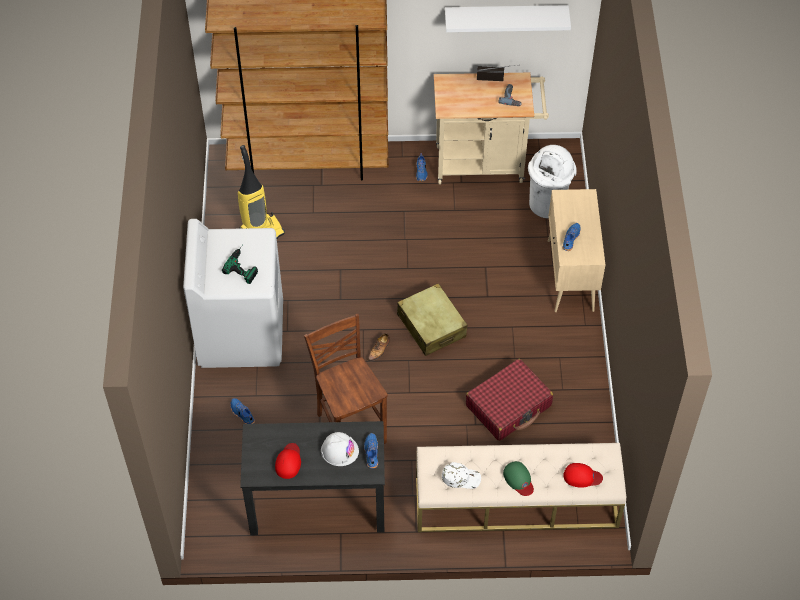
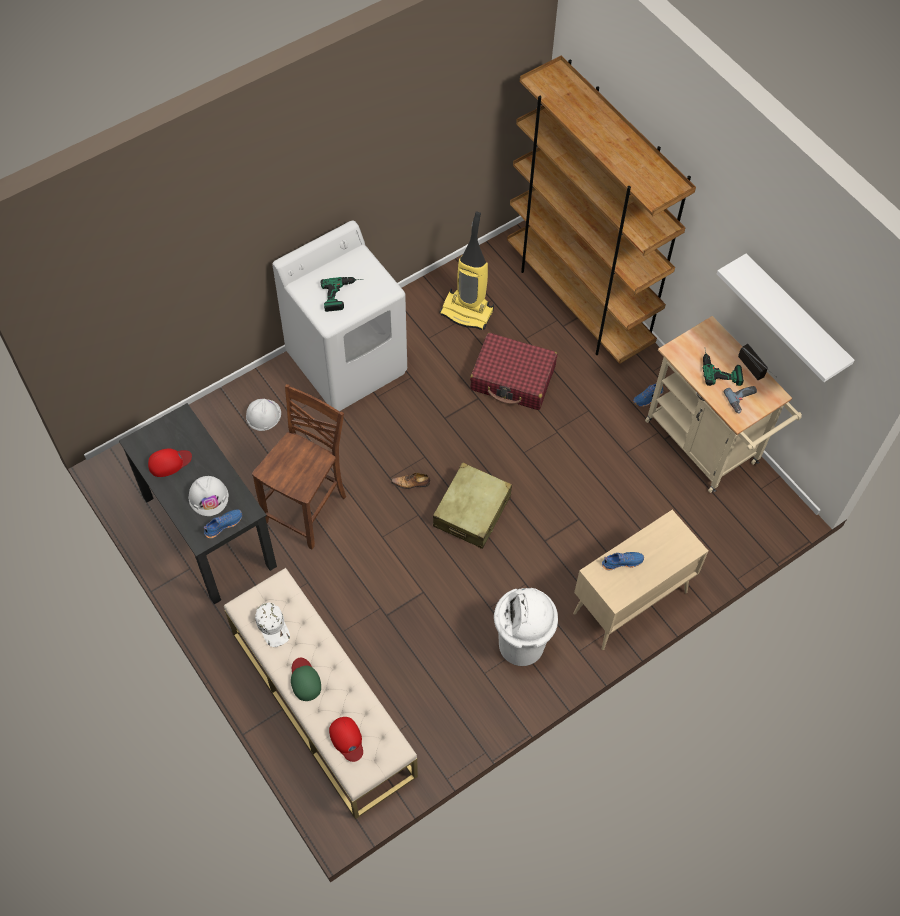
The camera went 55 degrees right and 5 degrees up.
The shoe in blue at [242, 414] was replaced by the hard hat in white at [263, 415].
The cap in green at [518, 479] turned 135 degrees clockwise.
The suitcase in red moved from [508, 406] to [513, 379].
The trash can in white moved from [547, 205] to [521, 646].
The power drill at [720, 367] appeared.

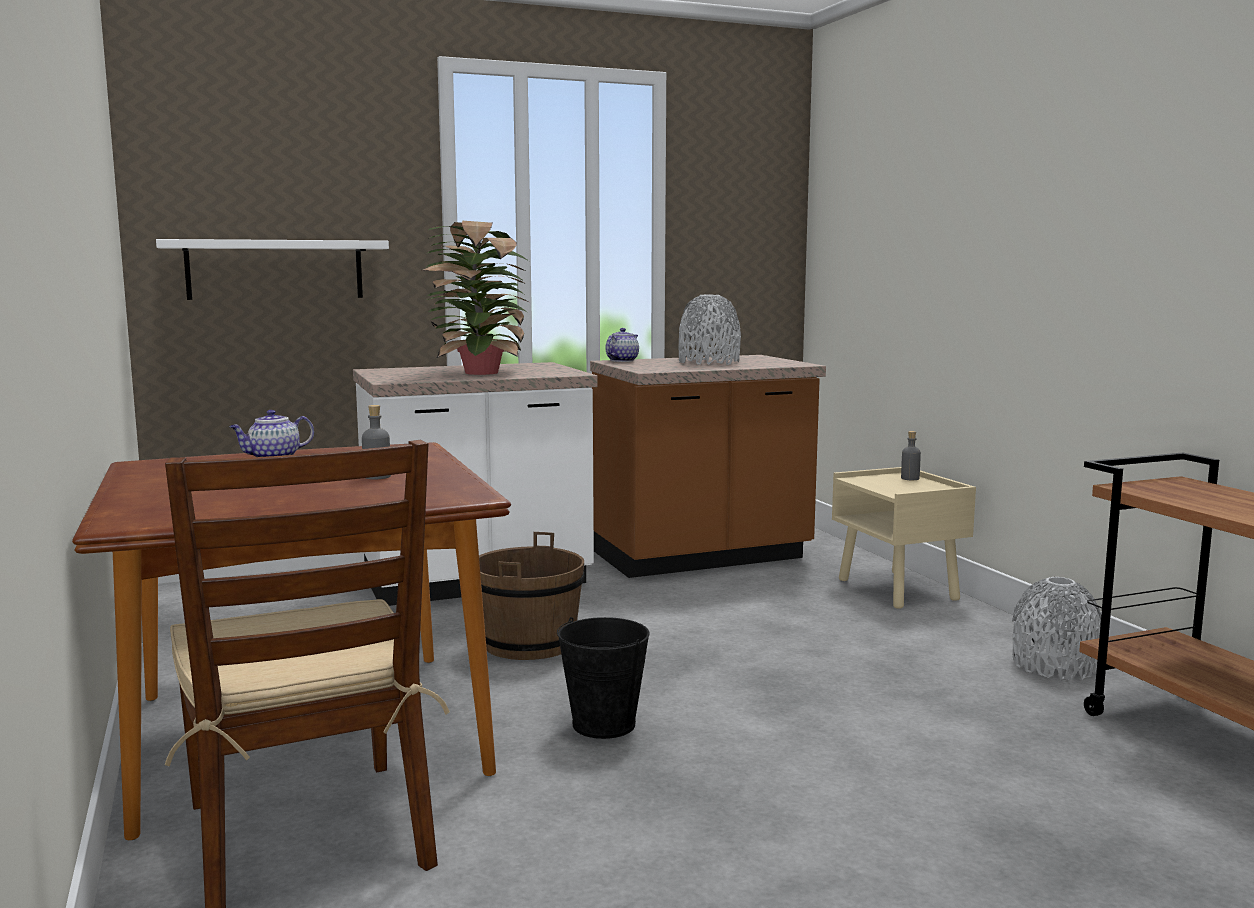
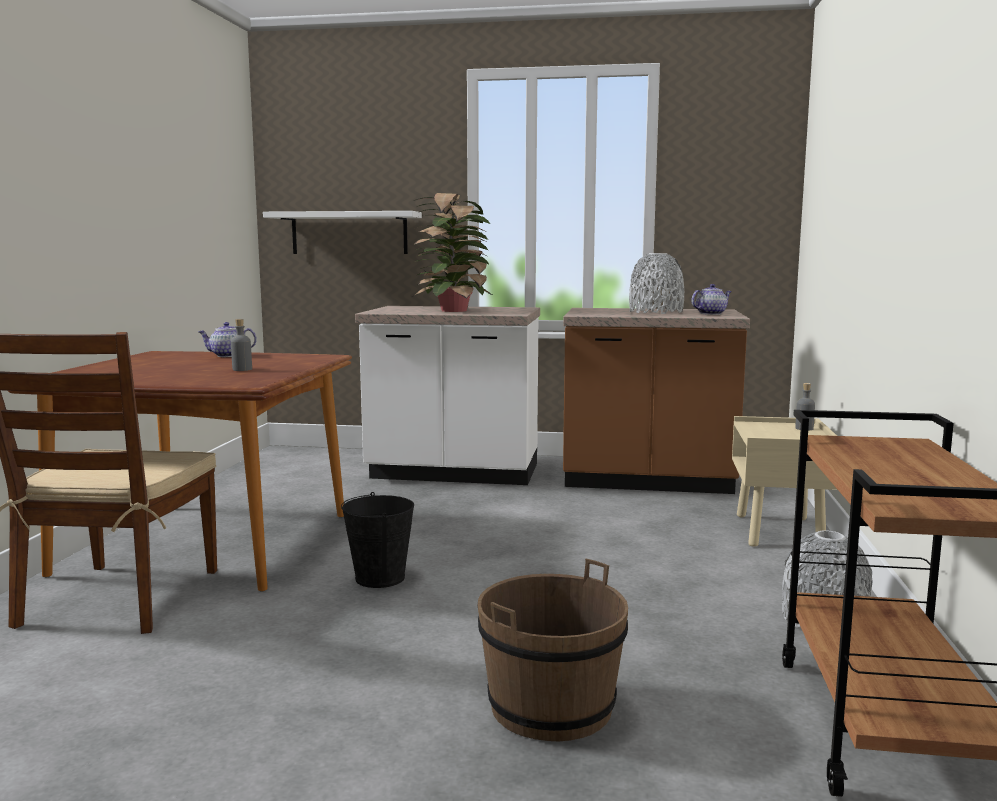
The camera went 30 degrees right and 0 degrees up.
The bucket in brown moved from [529, 643] to [551, 707].
The teapot moved from [622, 361] to [711, 314].

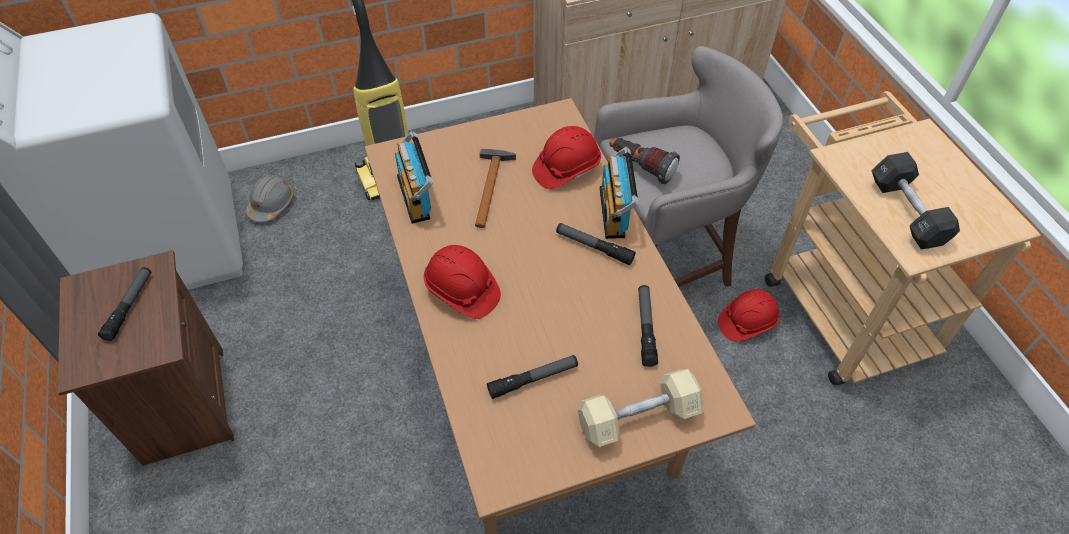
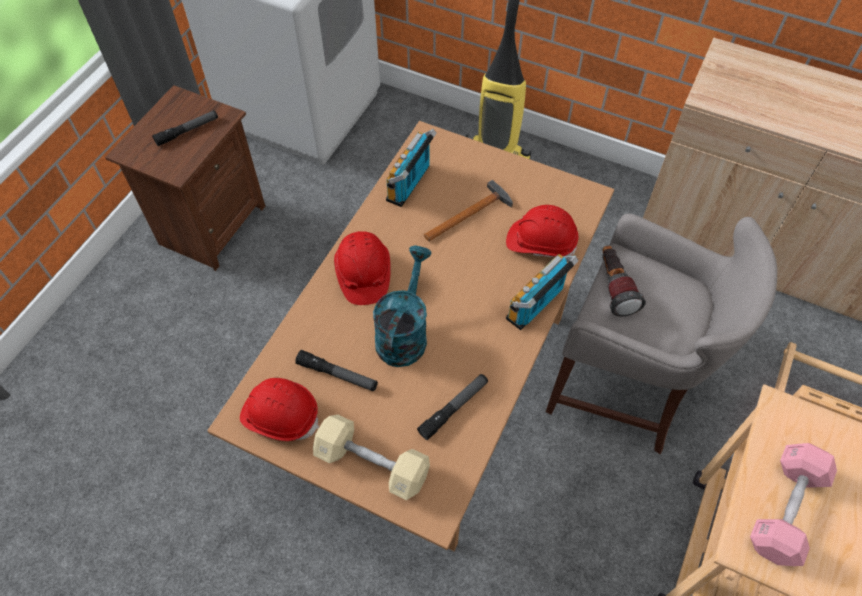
The camera went 45 degrees right and 5 degrees up.
The hard hat in red moved from [747, 322] to [280, 415].
The watering can in turquoise at [403, 332] appeared.
The dumbbell in black at [907, 212] became the dumbbell in pink at [785, 509].
The hard hat in grey at [271, 204] disappeared.
The flashlight at [594, 247] disappeared.

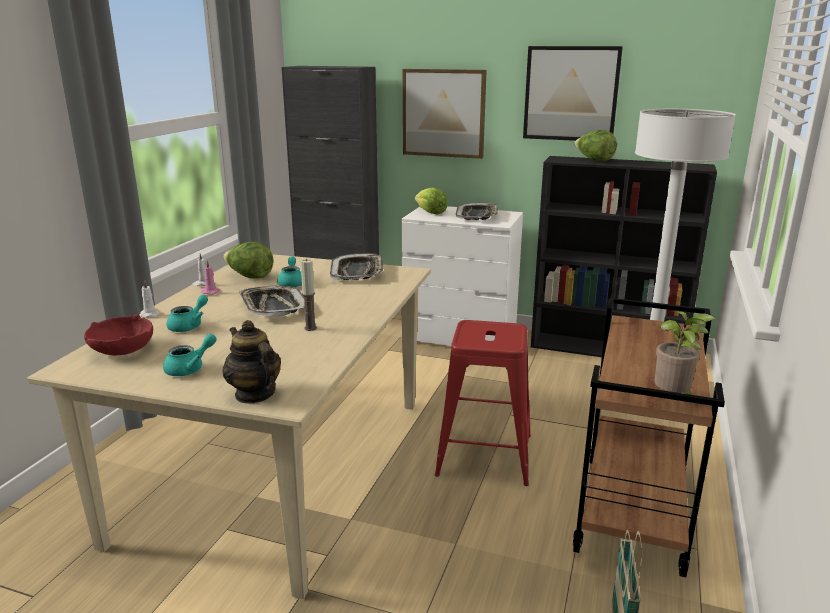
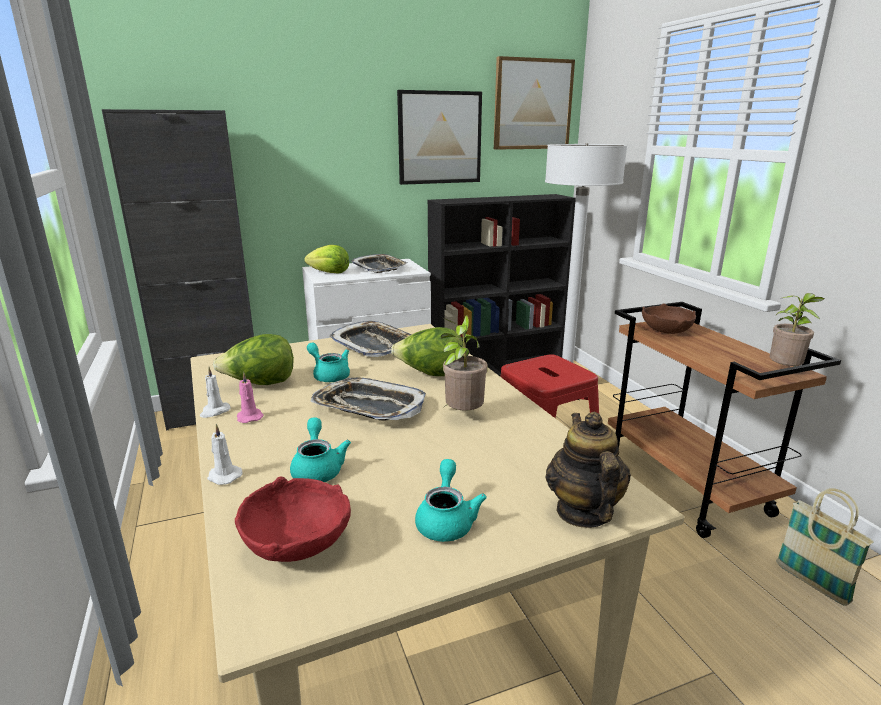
The camera went 40 degrees left and 0 degrees up.
The lettuce moved from [594, 160] to [430, 374].
The candle at [310, 328] was replaced by the potted plant at [462, 415].
The picture moved from [444, 113] to [532, 104].
The teapot at [254, 394] turned 75 degrees clockwise.
The bowl in brown at [666, 330] appeared.

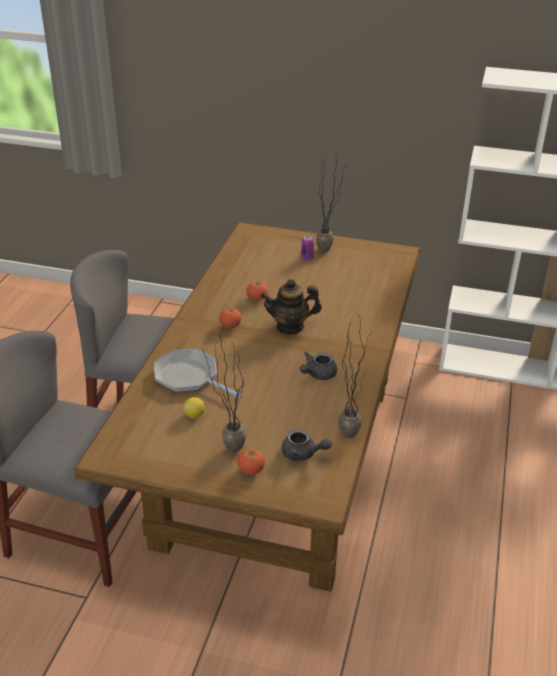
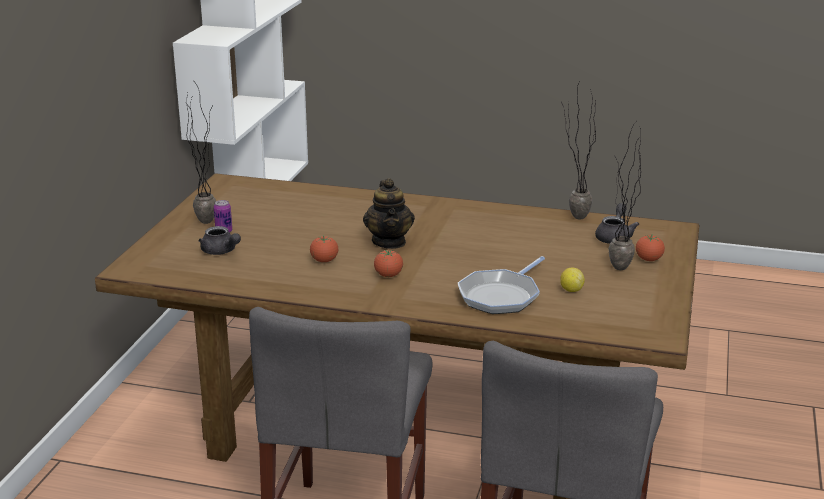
The camera went 90 degrees left and 10 degrees down.
The teapot in grey moved from [317, 374] to [221, 252].

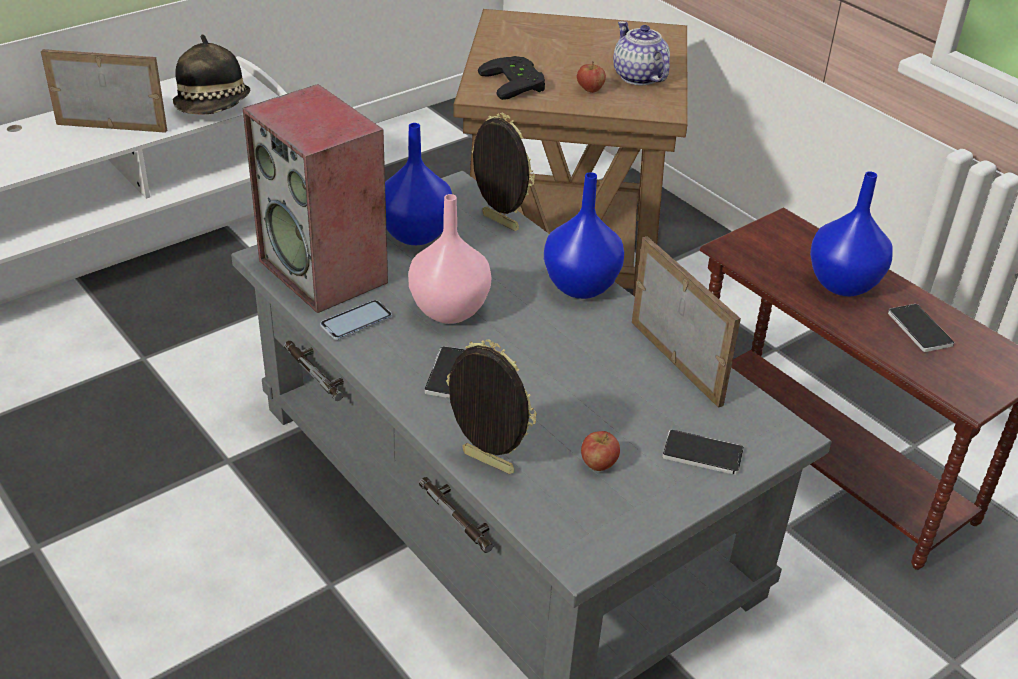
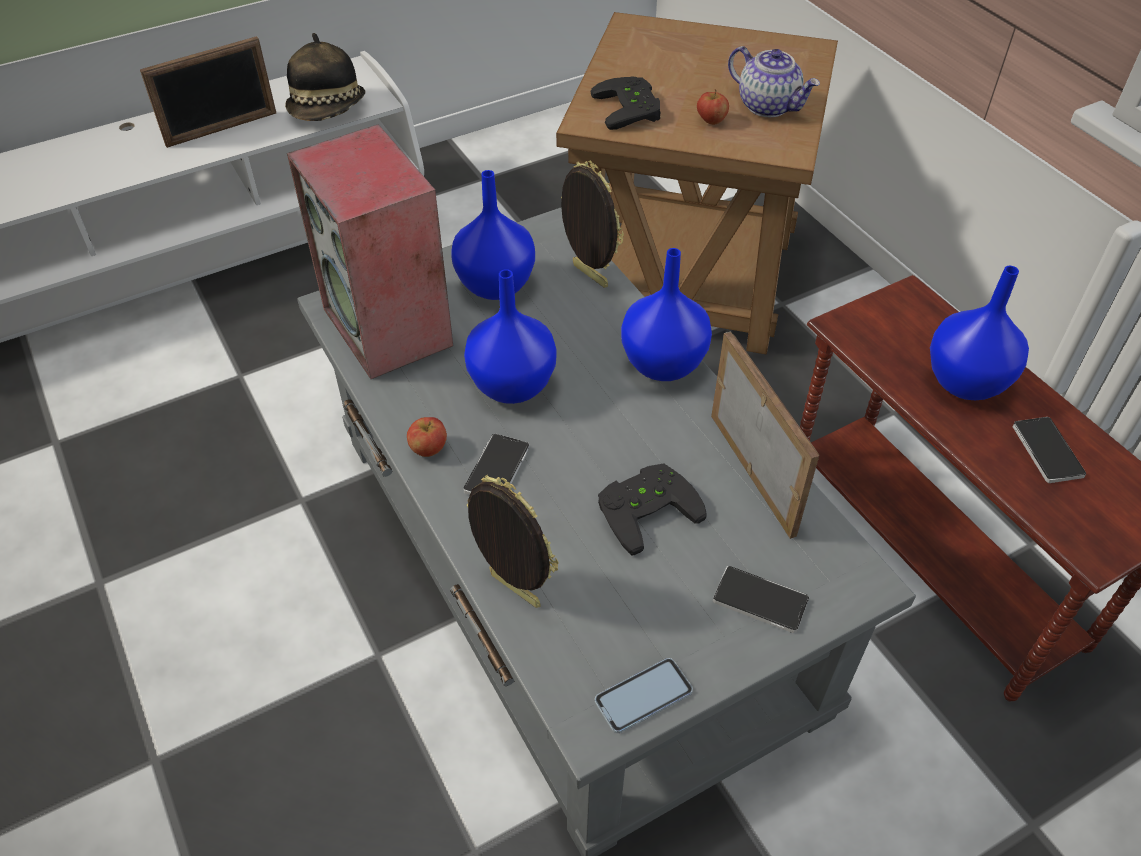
The camera went 10 degrees right and 10 degrees up.
The picture frame at [112, 127] turned 135 degrees clockwise.
The apple moved from [598, 464] to [428, 449].
The vase in pink at [447, 310] became the vase in blue at [510, 385].
The phone moved from [356, 321] to [643, 696].
The game controller in black at [645, 507] appeared.
The teapot at [638, 77] turned 150 degrees clockwise.

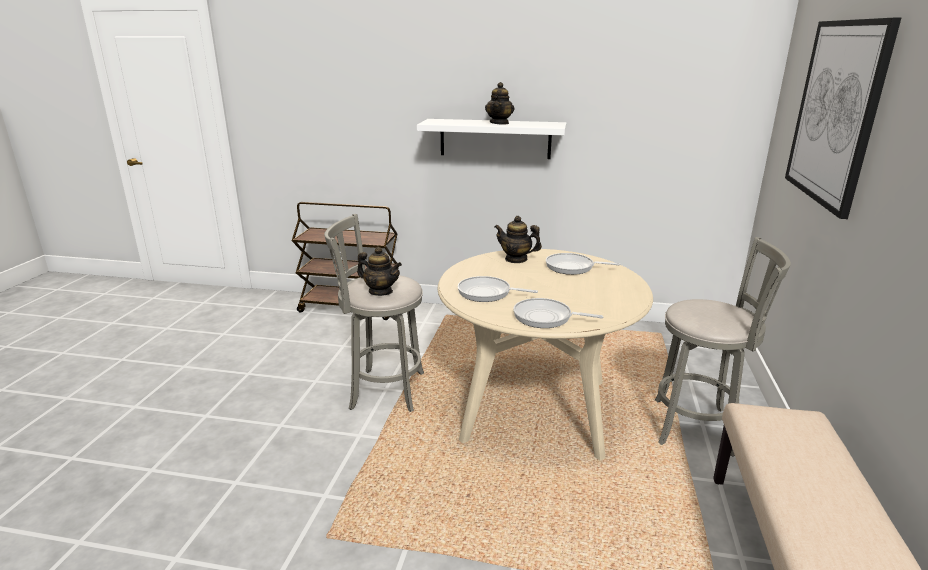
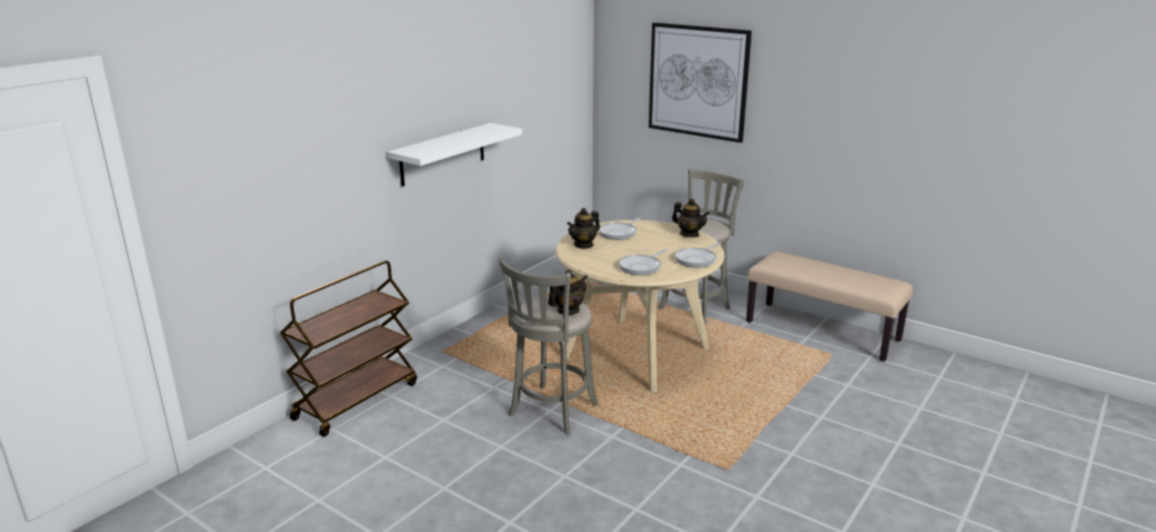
The camera went 65 degrees left and 0 degrees up.
The teapot moved from [499, 123] to [689, 234].

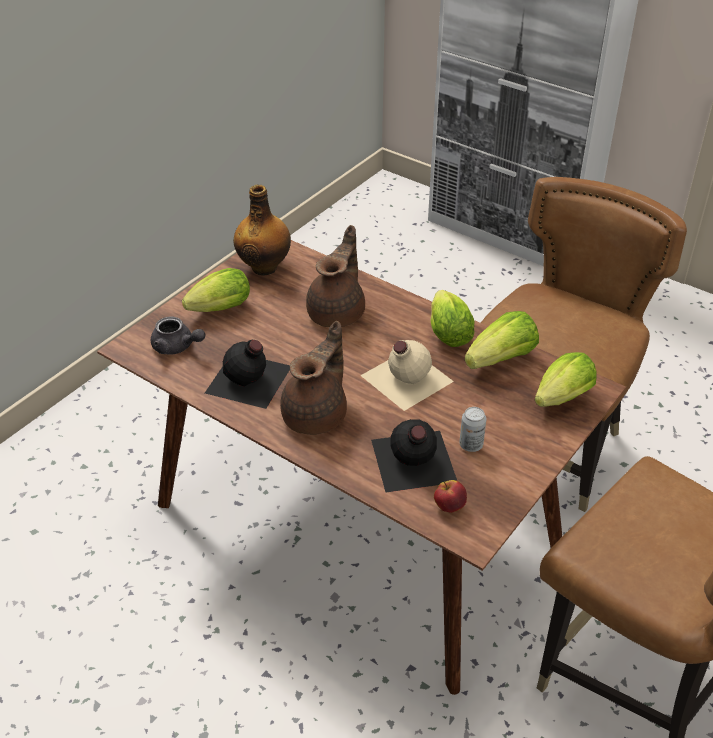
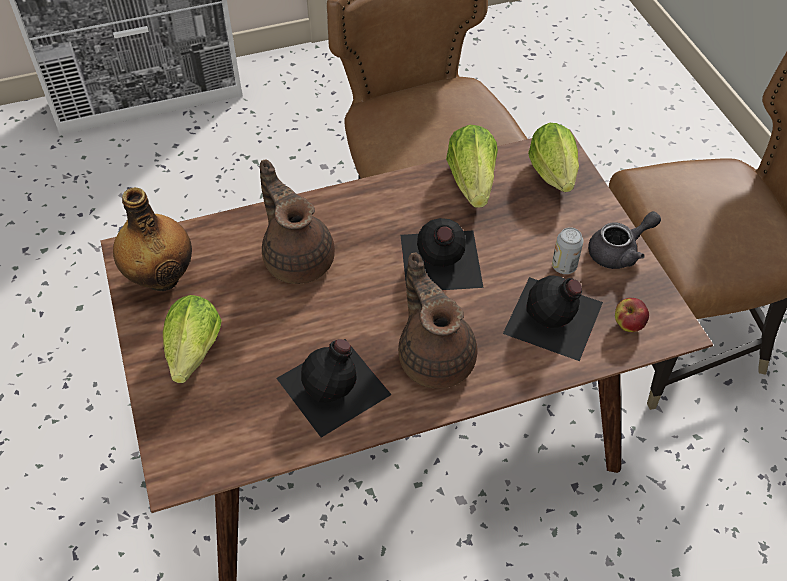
The camera went 55 degrees left and 10 degrees up.
The bottle in beige at [405, 378] became the bottle in black at [439, 261].
The teapot in grey moved from [177, 347] to [619, 252].
The lettuce at [447, 331] disappeared.

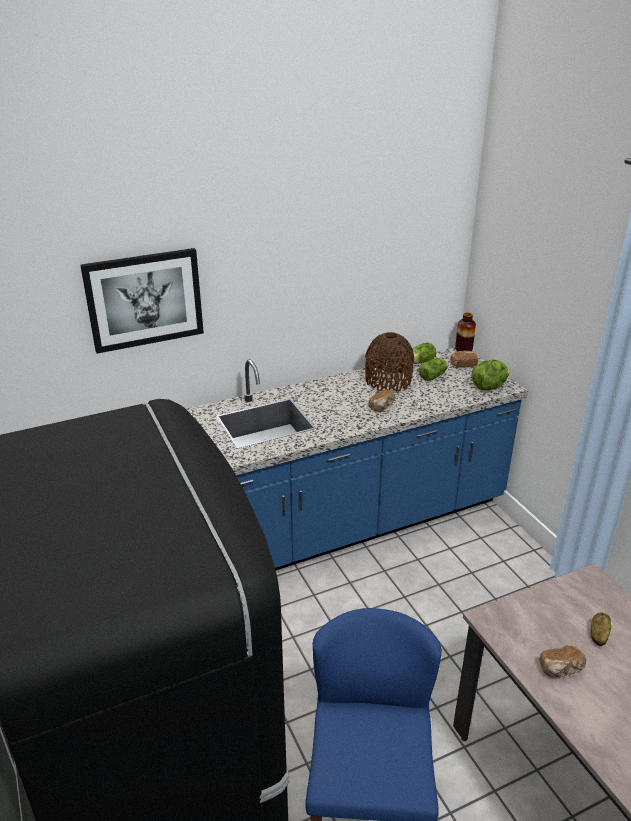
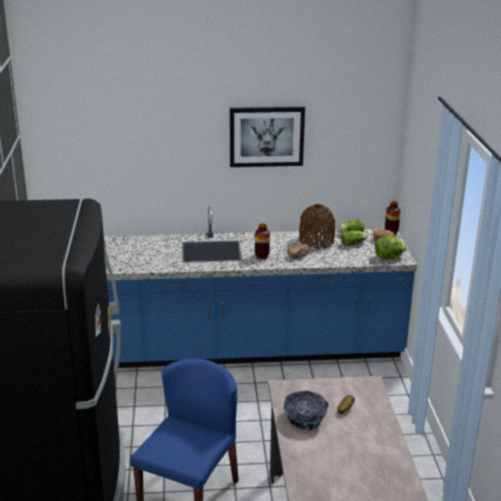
The camera went 20 degrees right and 5 degrees down.
The picture moved from [144, 299] to [266, 136].
The vase at [262, 256] appeared.
The bread at [561, 669] was replaced by the bowl at [304, 418].

